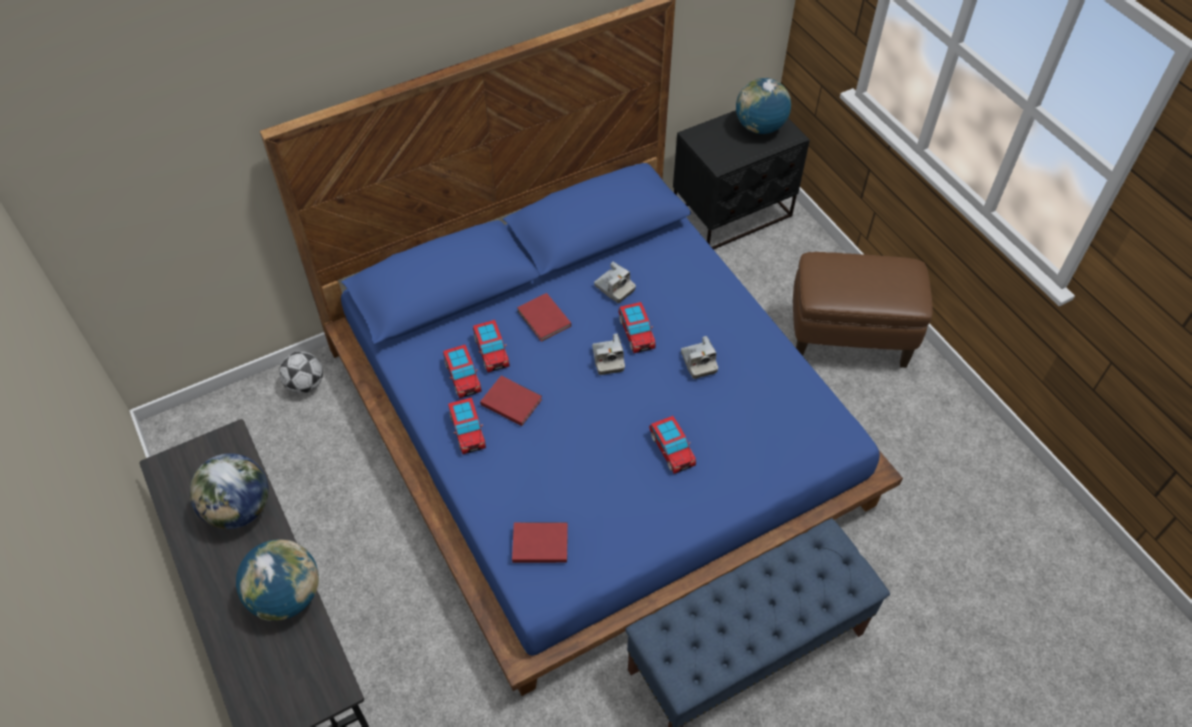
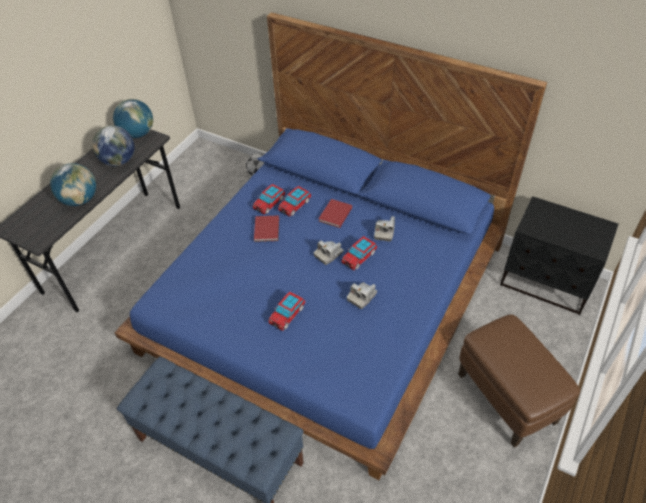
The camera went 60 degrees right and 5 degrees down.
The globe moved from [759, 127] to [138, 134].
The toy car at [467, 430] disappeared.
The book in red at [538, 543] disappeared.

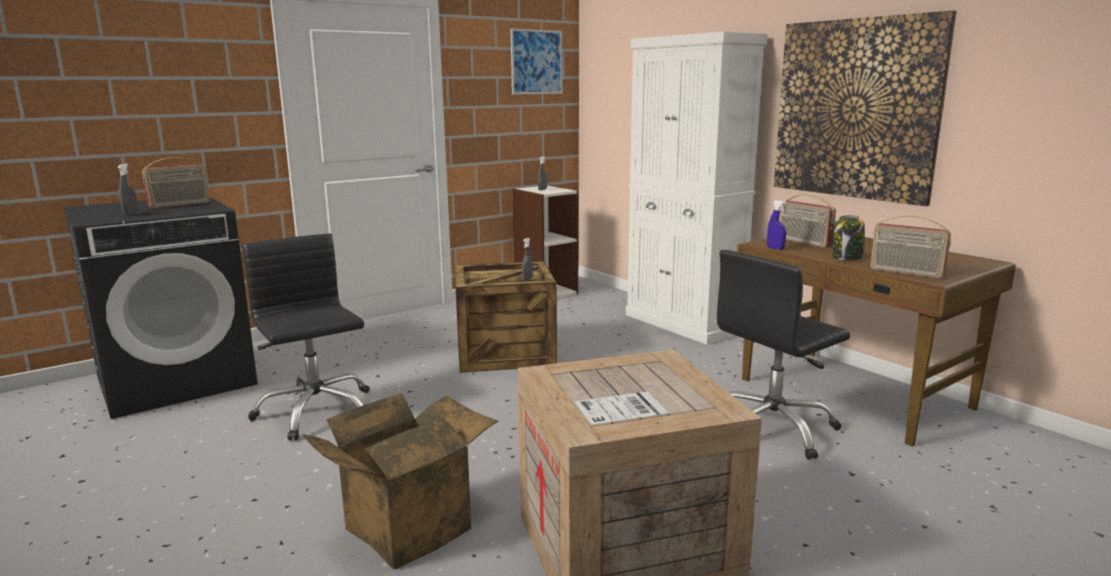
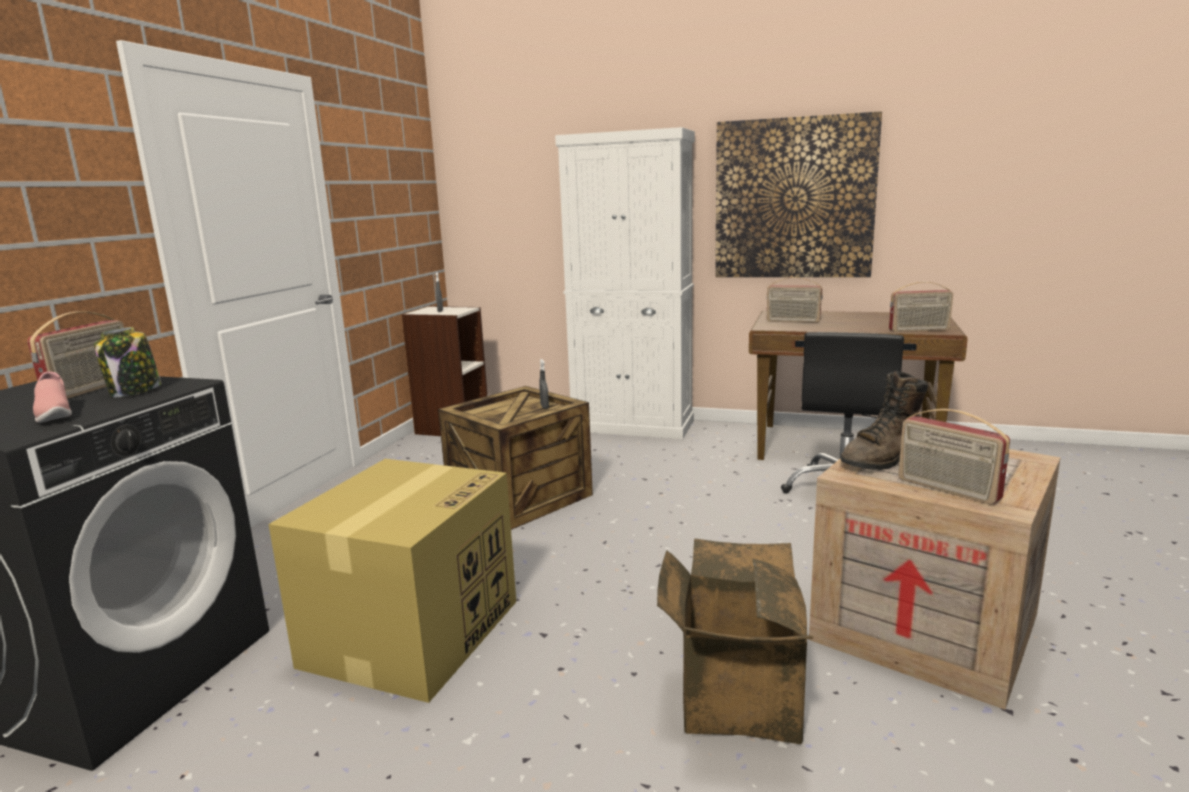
The camera went 35 degrees left and 0 degrees up.
The spray bottle in grey at [131, 214] was replaced by the shoe in pink at [54, 415].
The jar moved from [847, 258] to [135, 391].
The office chair in black at [315, 411] was replaced by the cardboard box at [413, 631].
The boot in brown at [883, 459] appeared.
The radio at [947, 490] appeared.
The picture at [536, 62] disappeared.
The spray bottle in blue at [775, 248] disappeared.

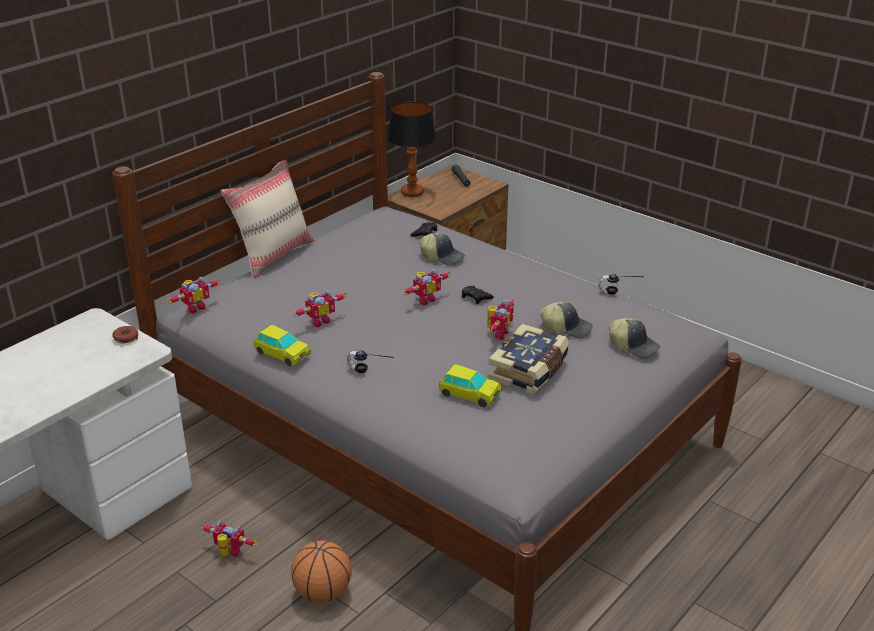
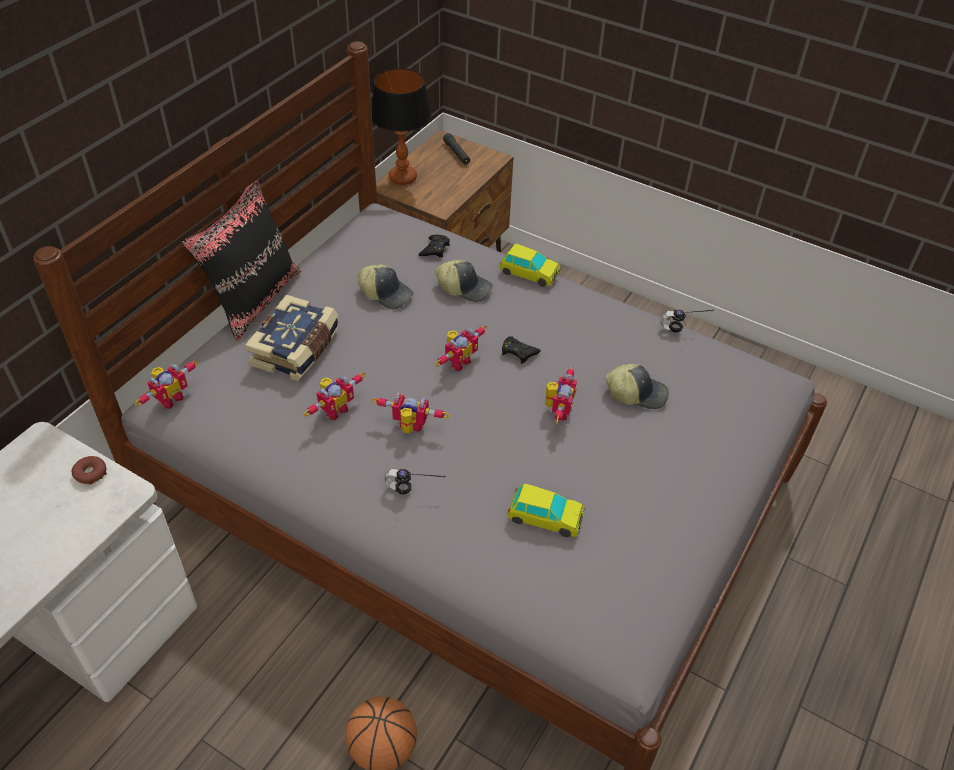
The camera went 10 degrees left and 15 degrees up.
The pillow in beige at [274, 255] became the pillow in black at [254, 299].
The book moved from [530, 371] to [297, 349].
The cap moved from [633, 346] to [386, 293].
The toy robot moved from [228, 554] to [409, 429].
The toy car moved from [282, 354] to [529, 273].

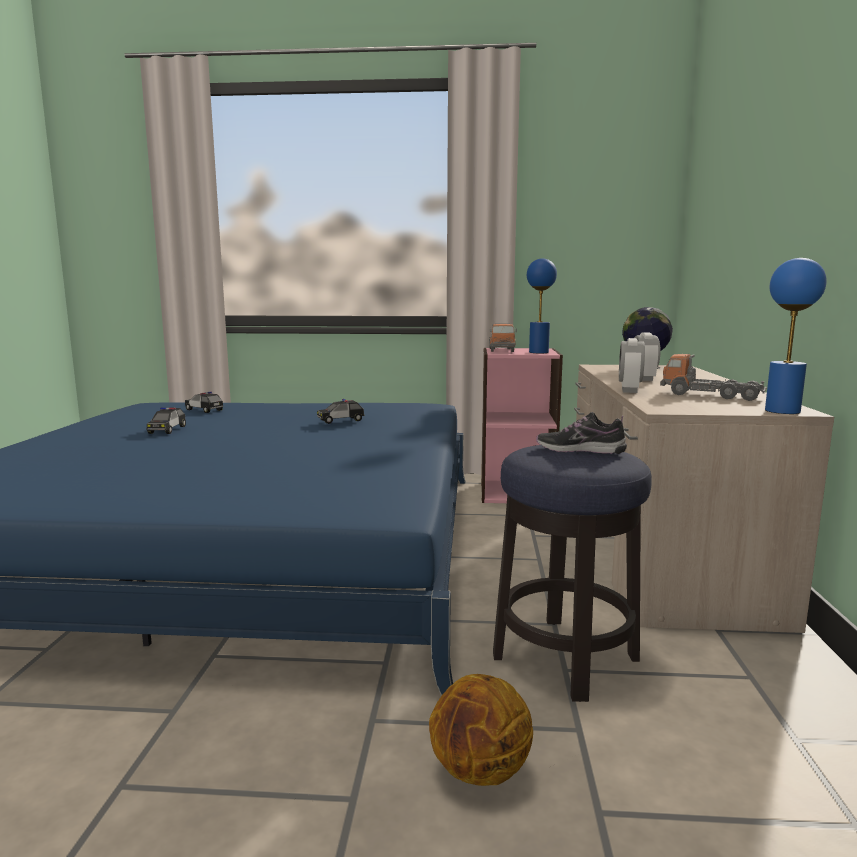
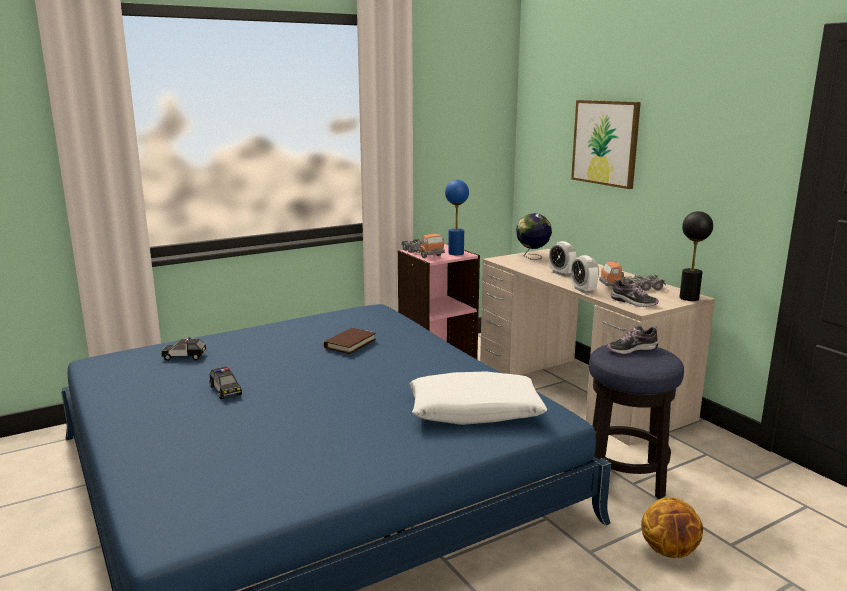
The camera went 35 degrees left and 5 degrees up.
The toy car at [341, 420] was replaced by the book in brown at [350, 343].
The pillow in white at [475, 411] appeared.
The picture at [605, 143] appeared.
The shoe at [633, 302] appeared.
The table lamp in blue at [783, 411] became the table lamp in black at [689, 298].

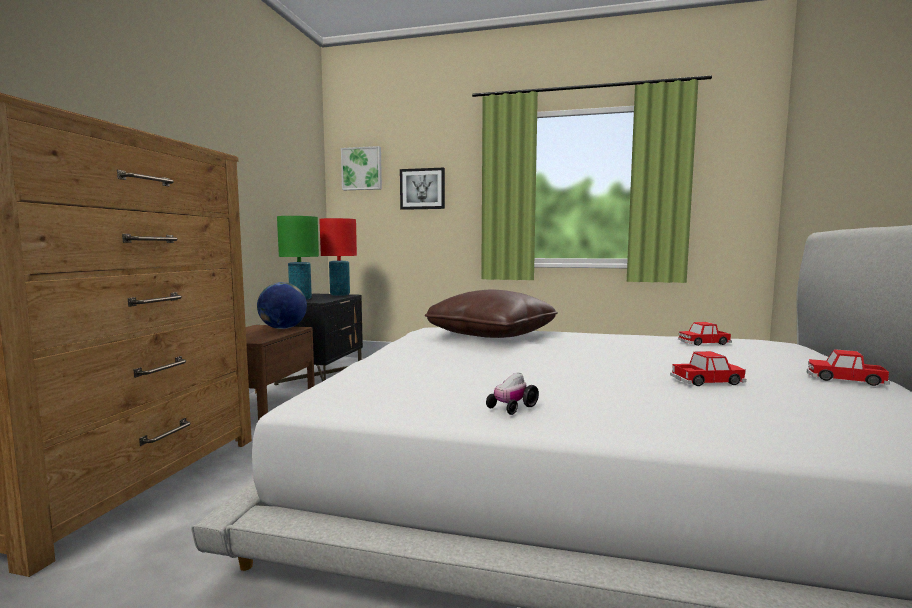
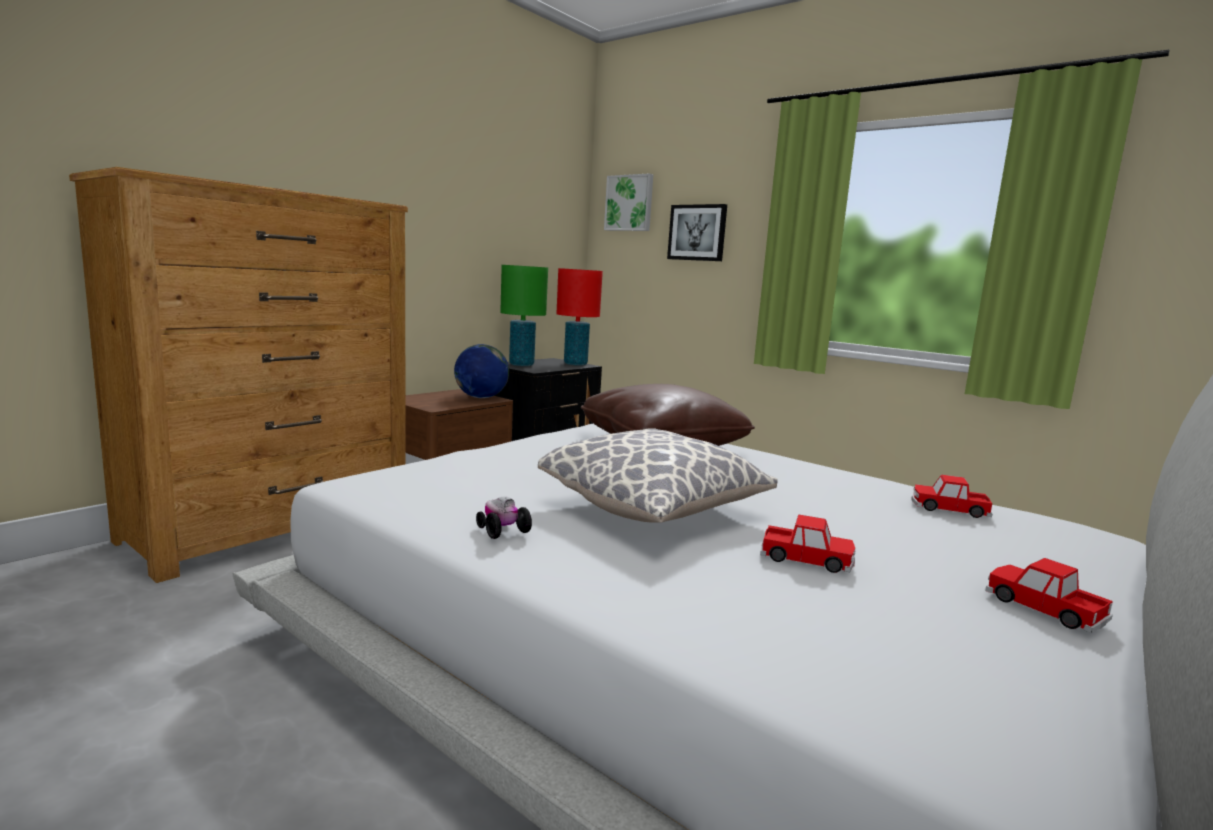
The camera went 25 degrees right and 5 degrees up.
The toy car at [511, 407] turned 75 degrees clockwise.
The pillow at [654, 509] appeared.

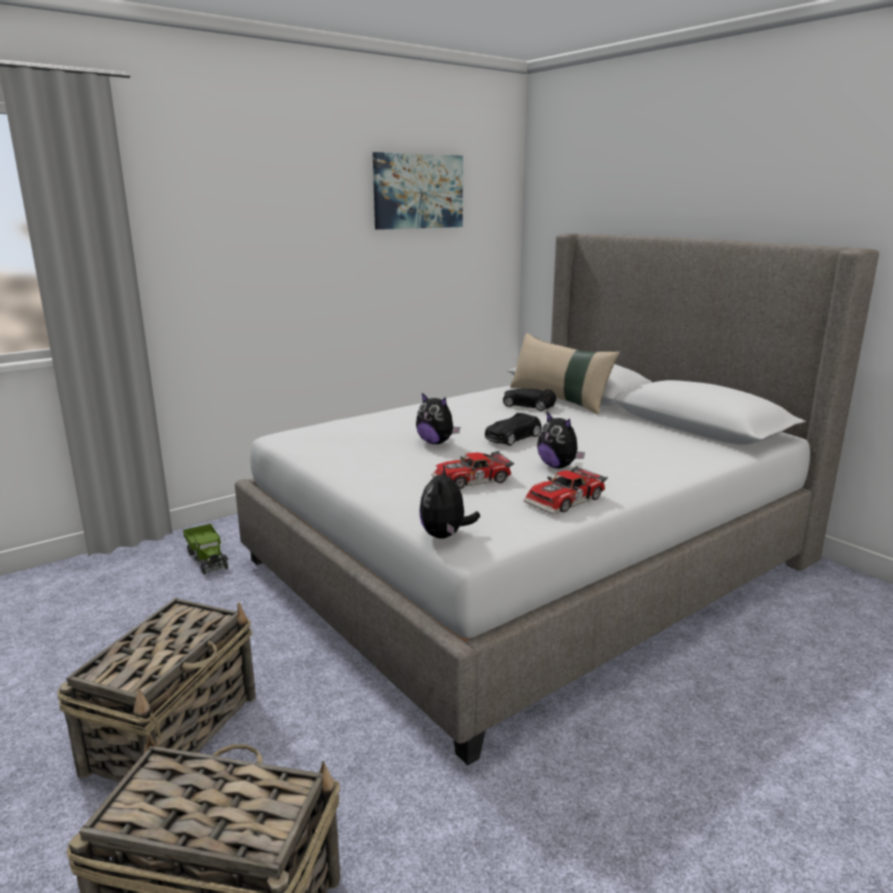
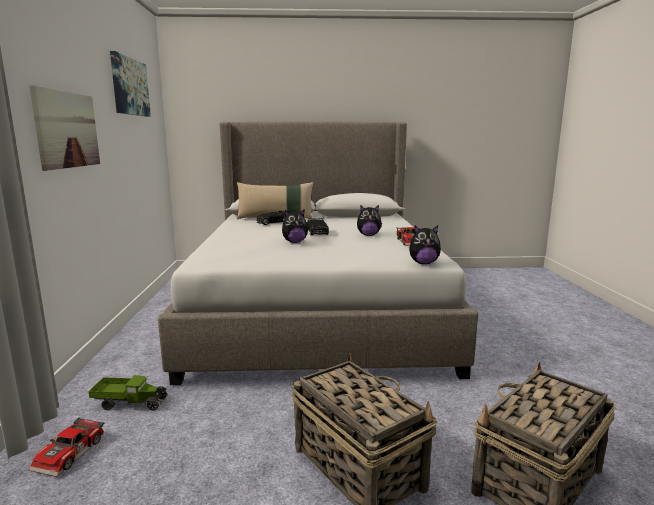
The camera went 55 degrees left and 5 degrees down.
The picture at [67, 129] appeared.
The toy car moved from [473, 480] to [71, 454].
The plush toy at [445, 536] turned 45 degrees counterclockwise.

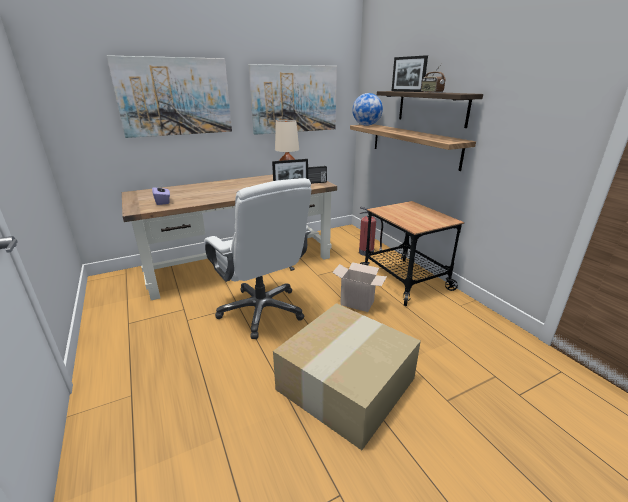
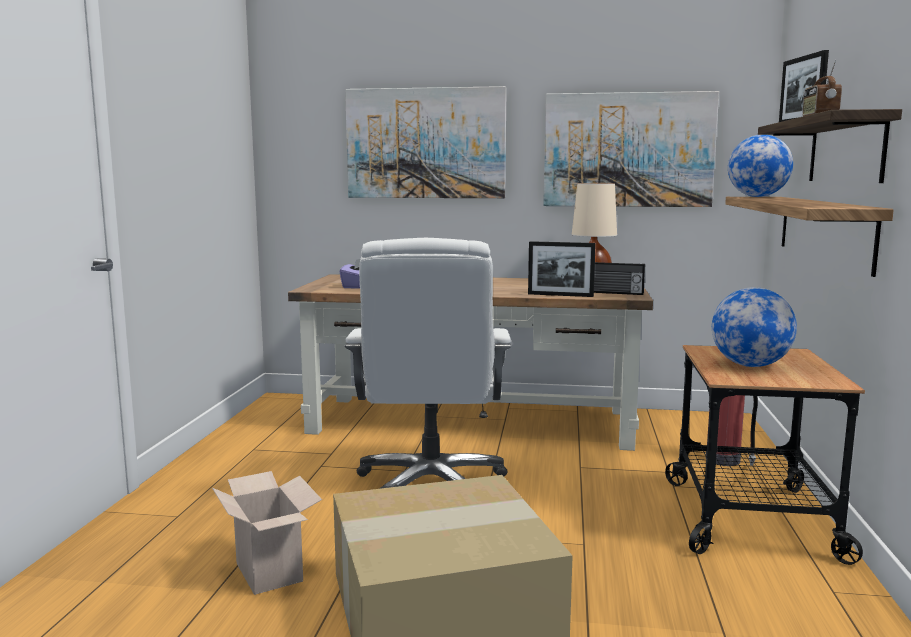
The camera went 35 degrees right and 15 degrees down.
The cardboard box moved from [358, 303] to [272, 572].
The globe at [750, 365] appeared.

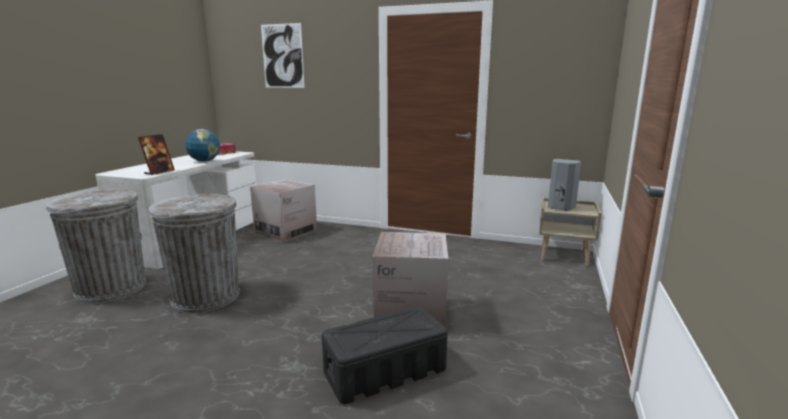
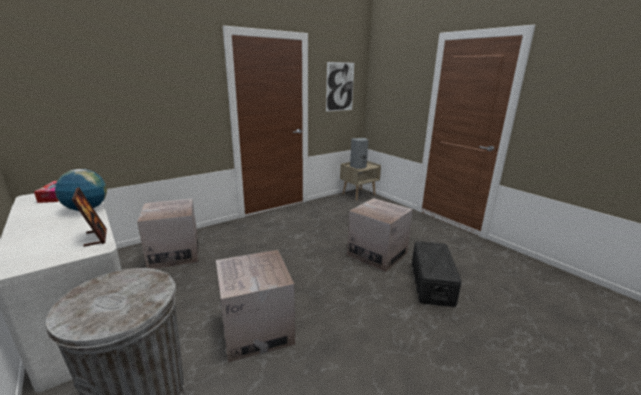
The camera went 55 degrees left and 5 degrees up.
The trash can in grey at [206, 296] was replaced by the cardboard box at [256, 329].
The picture moved from [282, 56] to [340, 87].

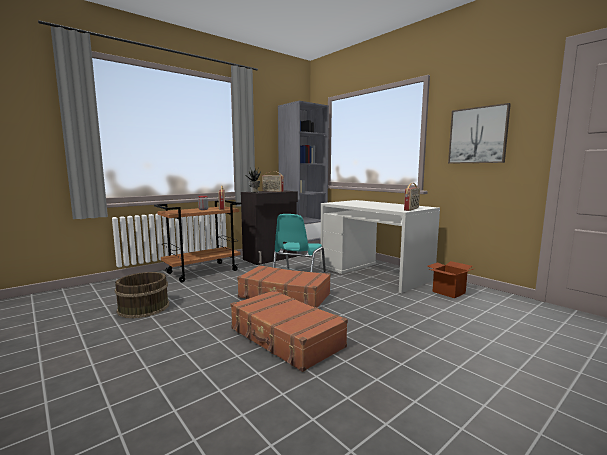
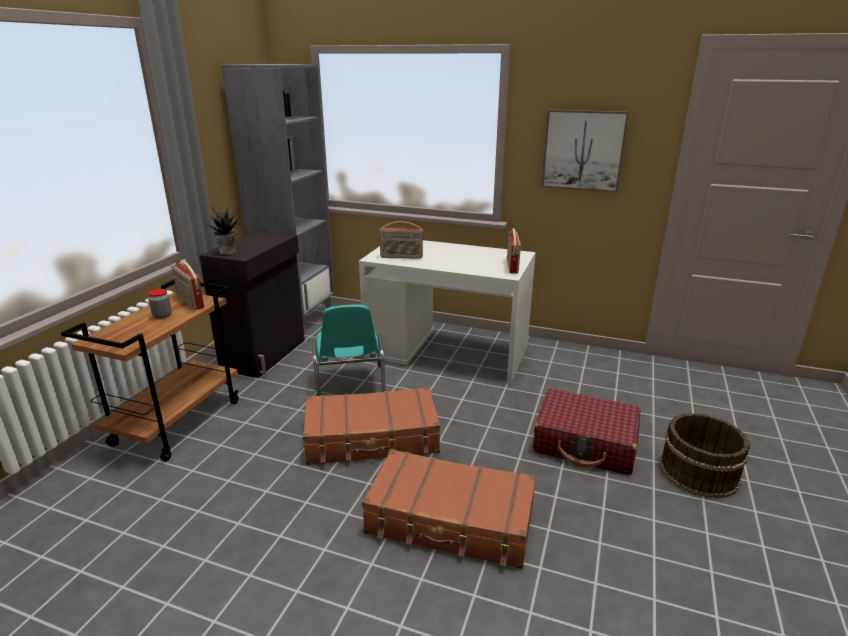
The camera went 30 degrees left and 15 degrees up.
The radio moved from [272, 191] to [401, 257].
The suitcase in red at [585, 443] appeared.
The bucket in brown moved from [143, 307] to [697, 472].
The cardboard box at [449, 292] disappeared.

